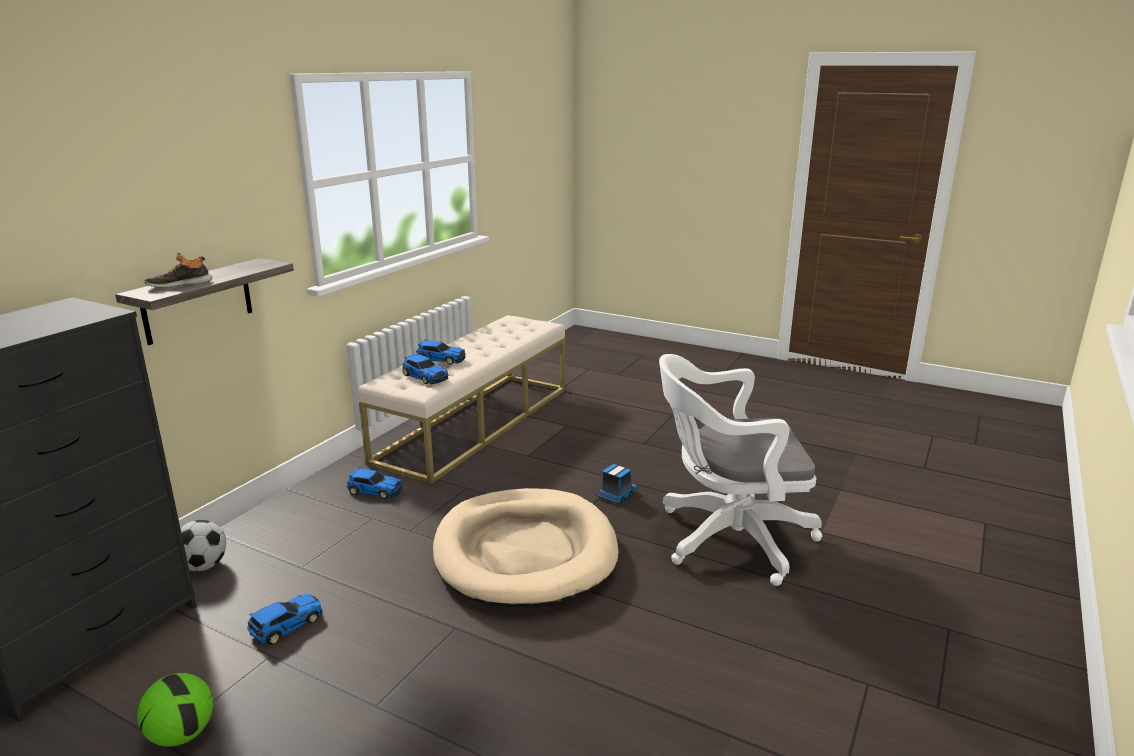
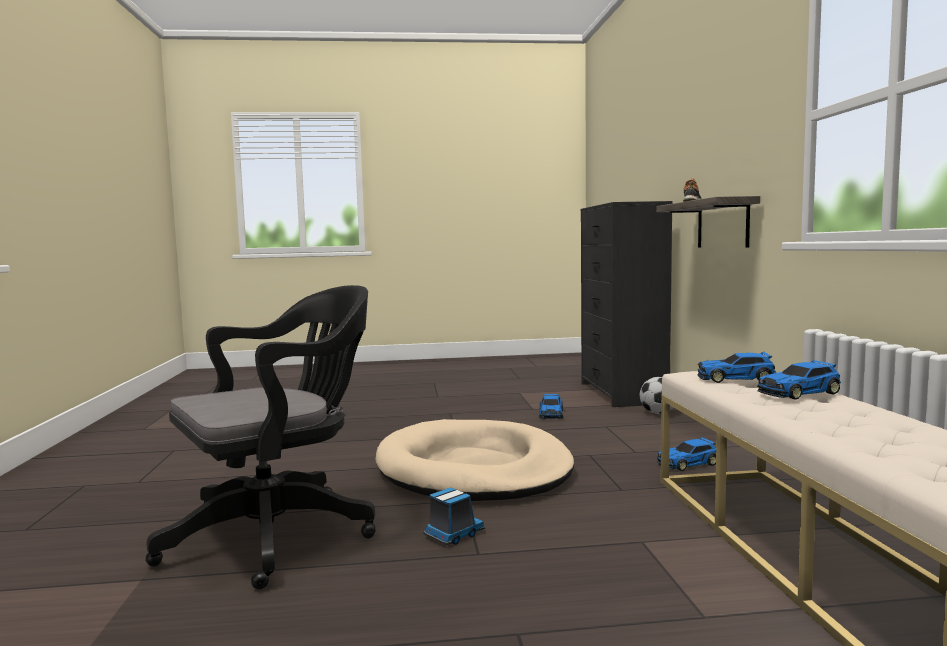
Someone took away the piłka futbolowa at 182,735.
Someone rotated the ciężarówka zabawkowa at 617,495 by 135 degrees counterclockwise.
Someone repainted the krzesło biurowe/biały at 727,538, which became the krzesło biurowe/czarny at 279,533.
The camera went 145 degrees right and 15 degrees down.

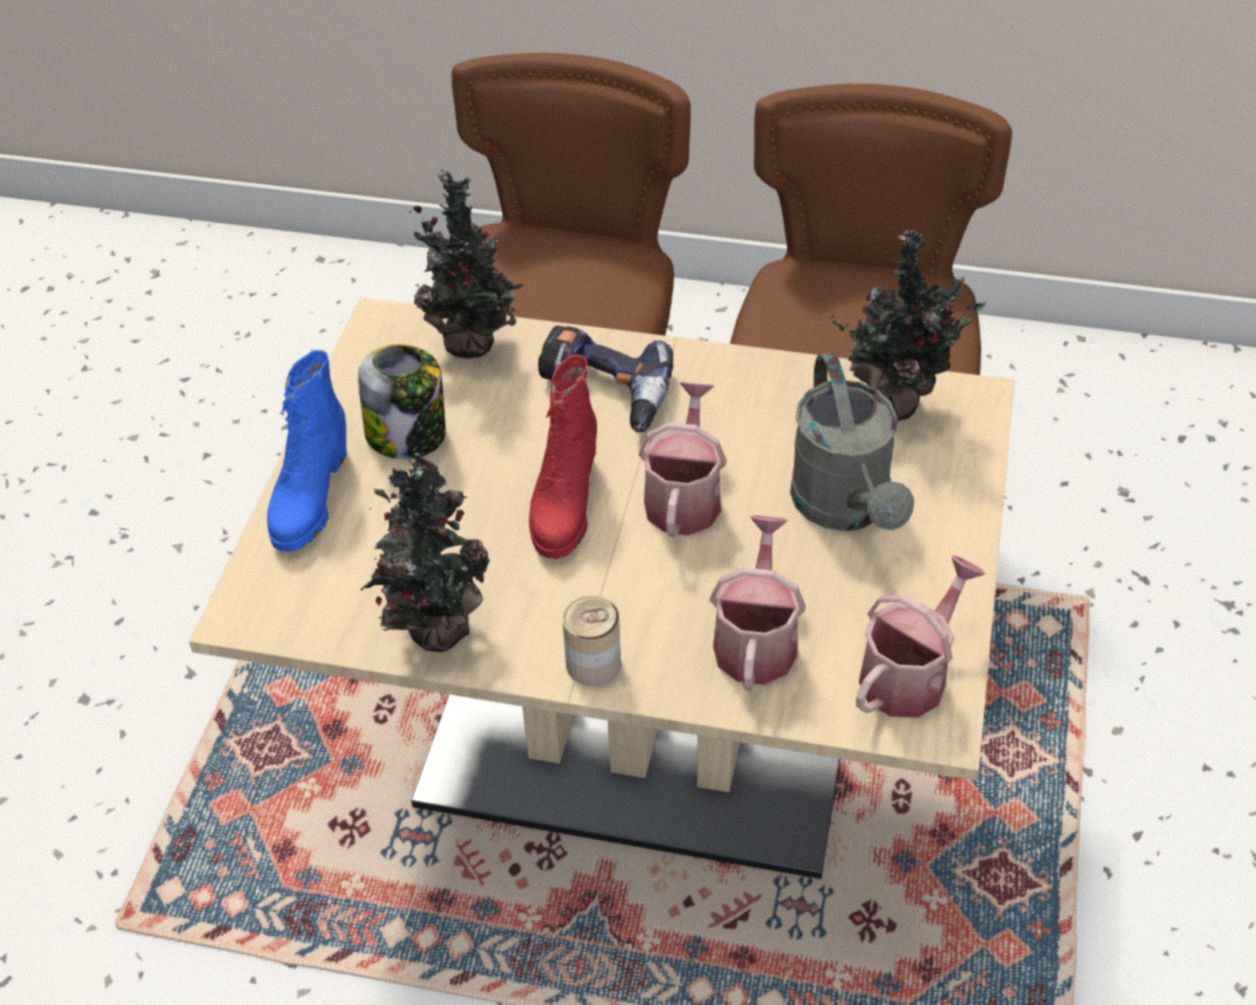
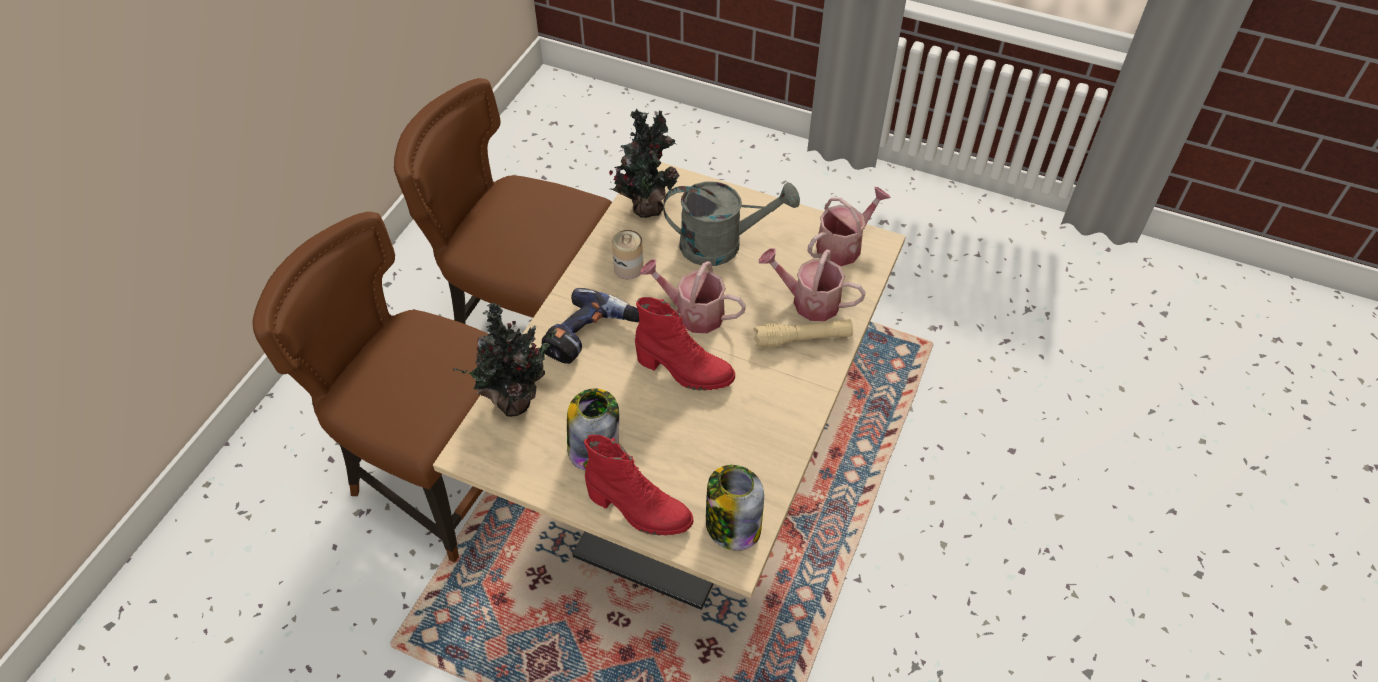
Someone repainted the but z cholewką/niebieski at 310,499, which became the but z cholewką/czerwony at 638,511.
Someone took away the roślina doniczkowa at 433,629.
Someone carried the puszka from 593,663 to 628,268.
Someone rotated the konewka at 910,674 by 90 degrees clockwise.
Someone put down the słoik at 732,525.
Someone put down the latarka/beżowy at 803,339.
The camera went 80 degrees left and 5 degrees up.

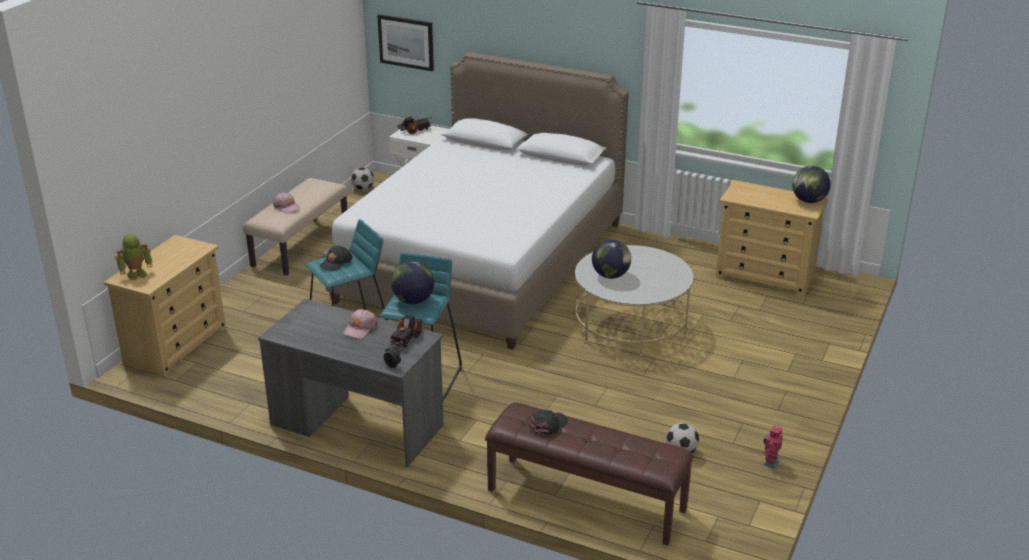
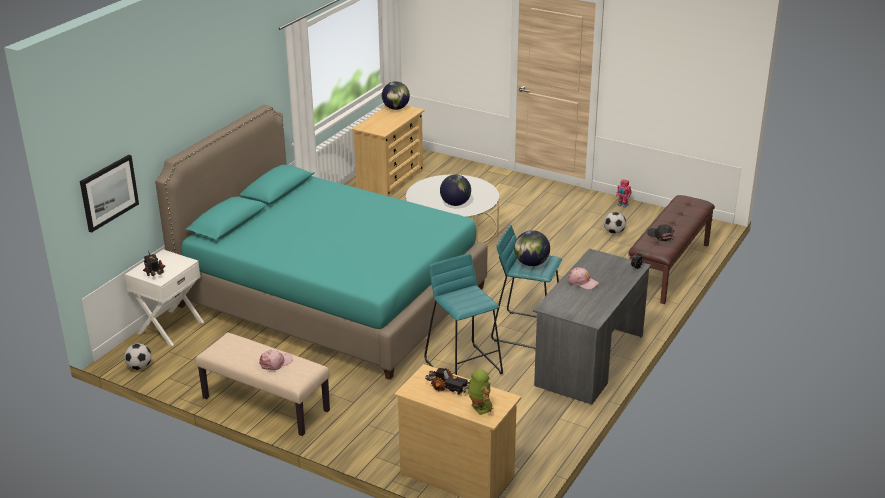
Someone took away the czapka z daszkiem/czarny at 336,263.
Someone repainted the łóżko/biały at 483,261, which became the łóżko/turkusowy at 331,297.
Someone carried the ciężarówka zabawkowa from 405,338 to 448,388.
The camera went 85 degrees left and 0 degrees up.

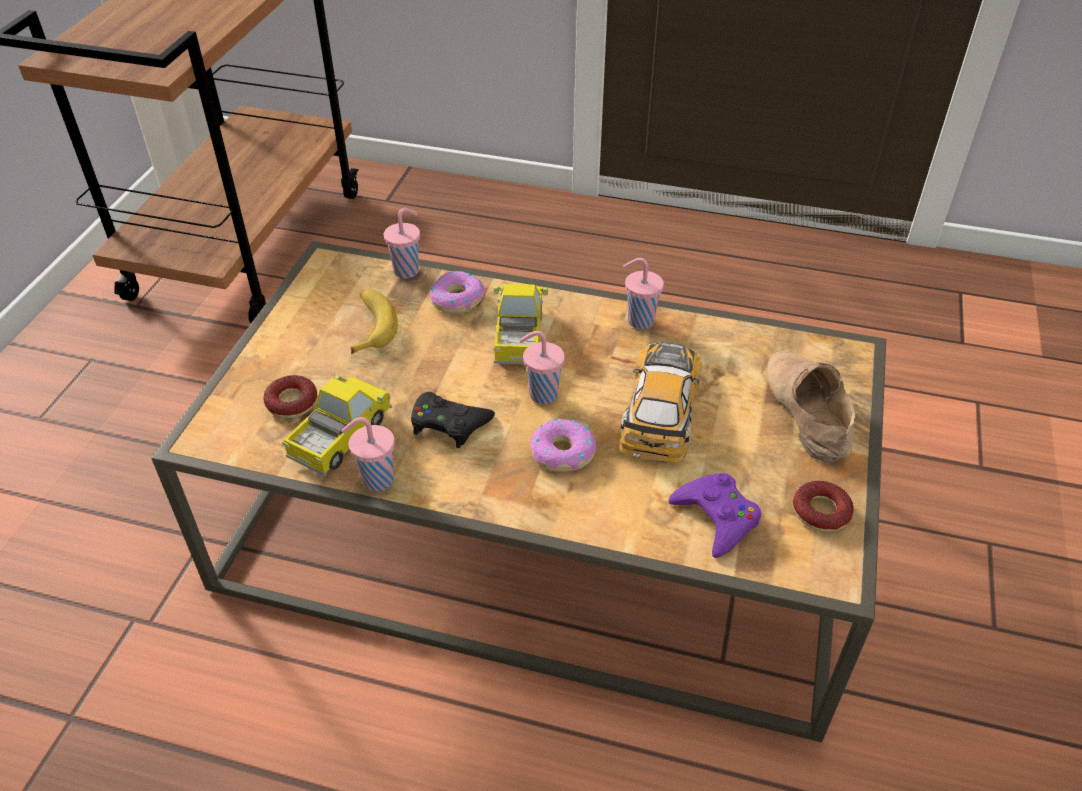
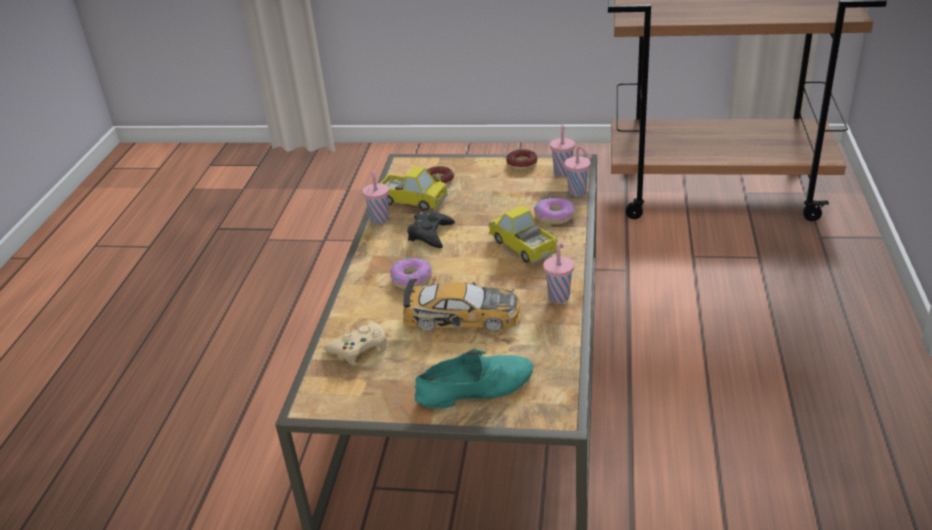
Someone took away the banan at 371,326.
Someone rotated the ciężarówka zabawkowa at 519,336 by 120 degrees counterclockwise.
Someone carried the filiżanka/różowy from 541,394 to 562,172.
Someone repainted the pad do gier/fioletowy at 716,518, which became the pad do gier/beżowy at 359,348.
Someone repainted the but/beżowy at 804,411, which became the but/turkusowy at 474,387.
Someone carried the donut from 821,512 to 521,164.
The camera went 85 degrees right and 10 degrees down.

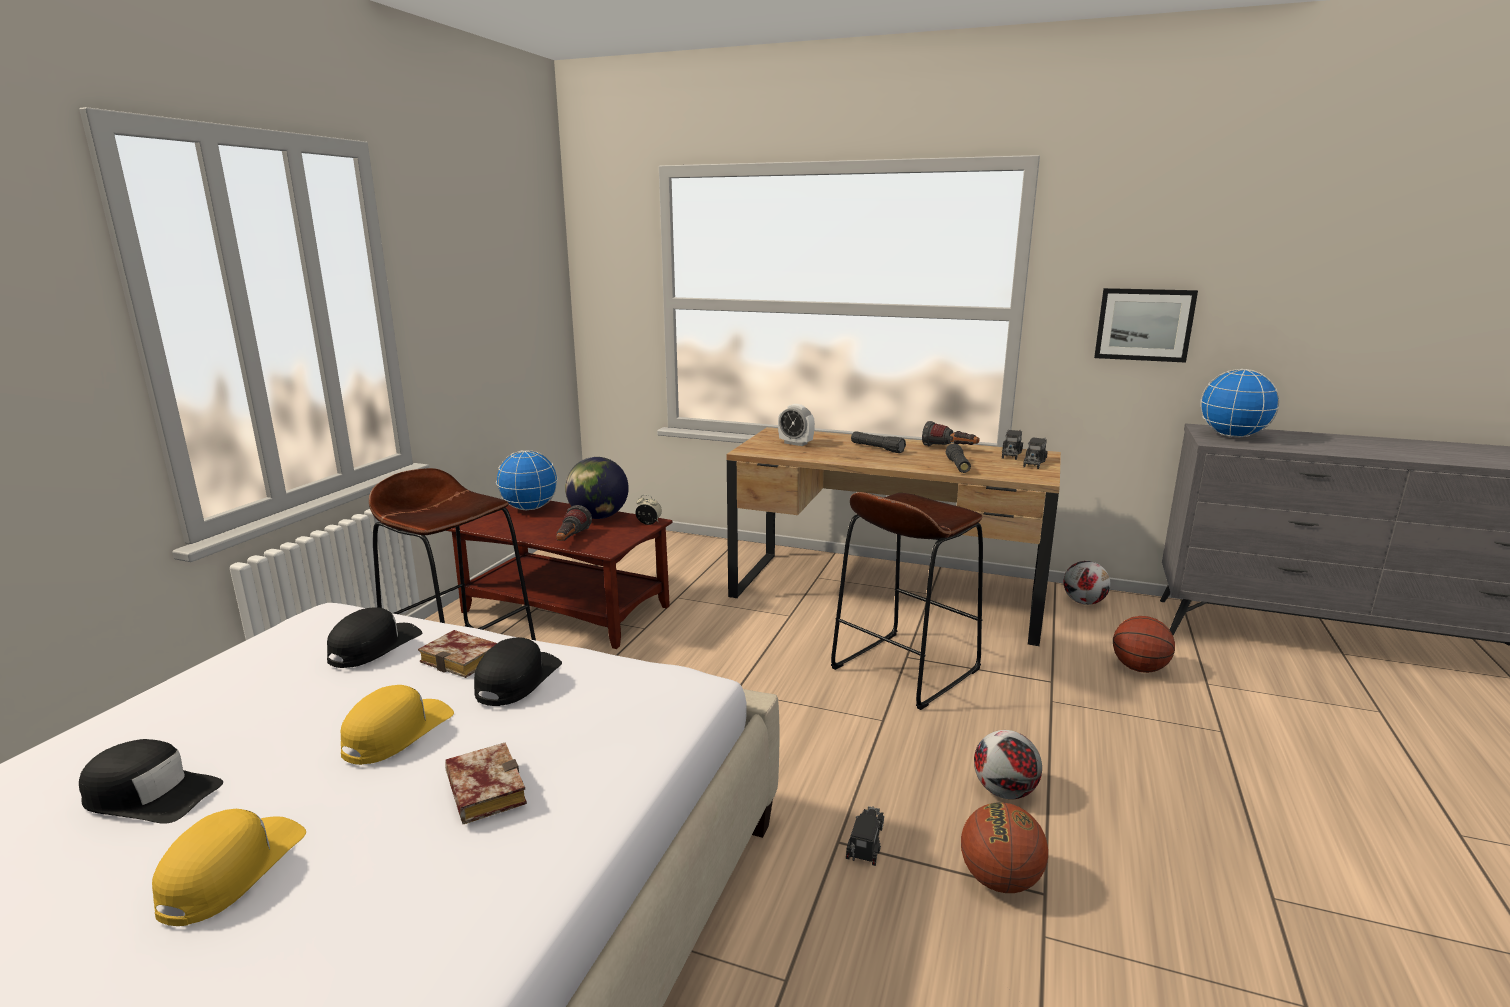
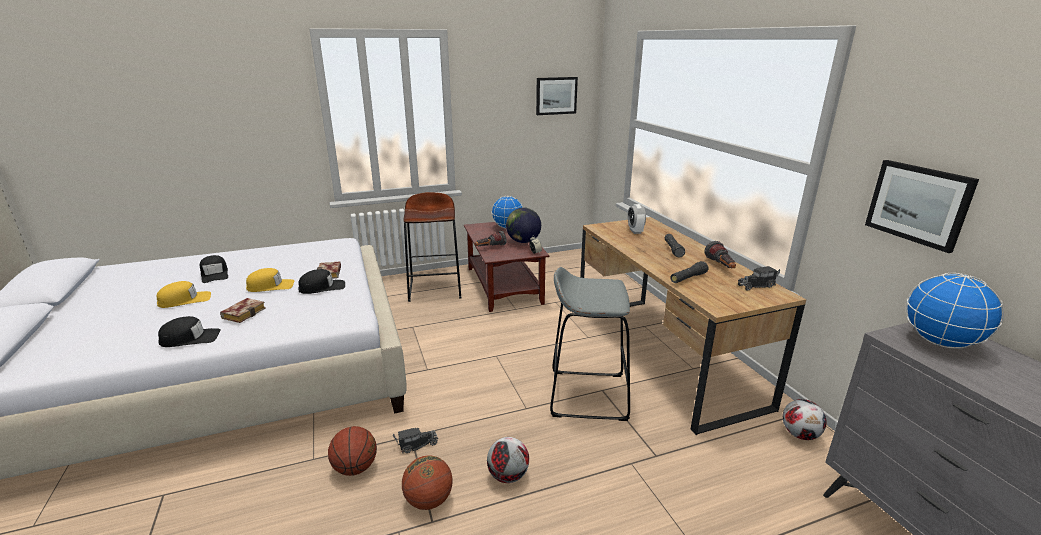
Someone carried the czapka z daszkiem/czarny from 374,646 to 190,338.
Someone repainted the stołek/brązowy at 904,669, which became the stołek/szary at 587,394.
Someone took away the ciężarówka zabawkowa at 1034,462.
Someone carried the piłka do koszykówki from 1139,668 to 355,468.
Someone put up the obraz at 556,95.
The camera went 50 degrees right and 5 degrees up.

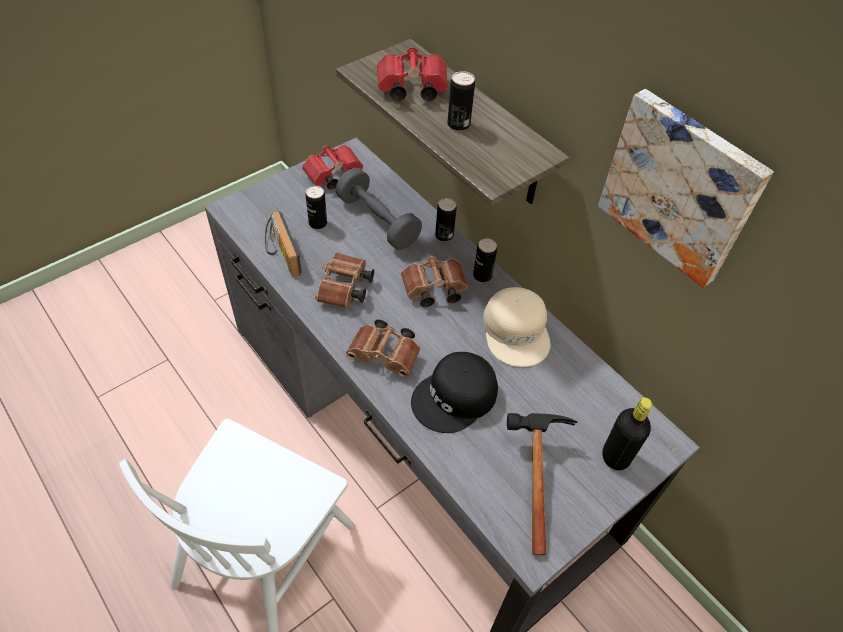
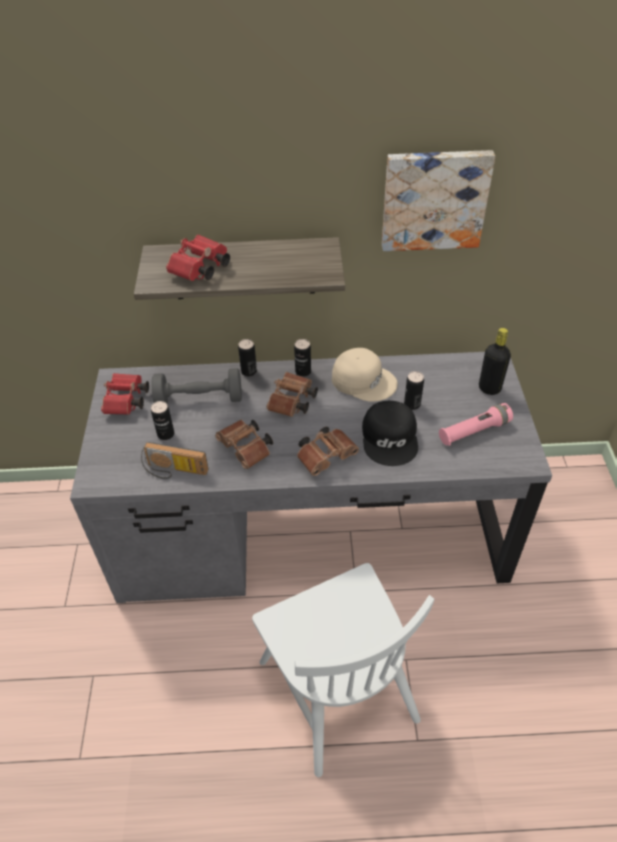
Someone carried the puszka from 458,124 to 412,404.
Someone swapped the młotek at 532,473 for the latarka/różowy at 474,431.
The camera went 50 degrees left and 5 degrees down.

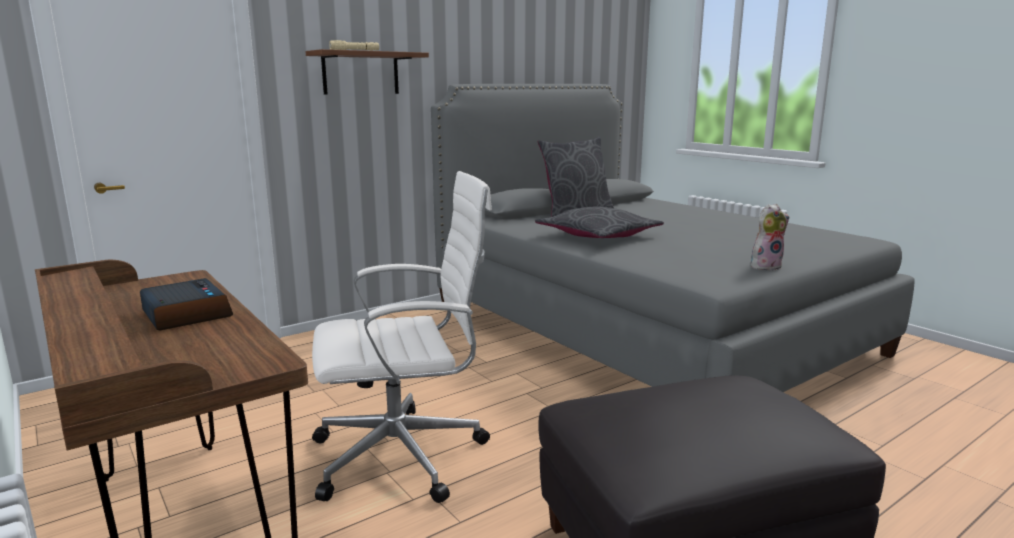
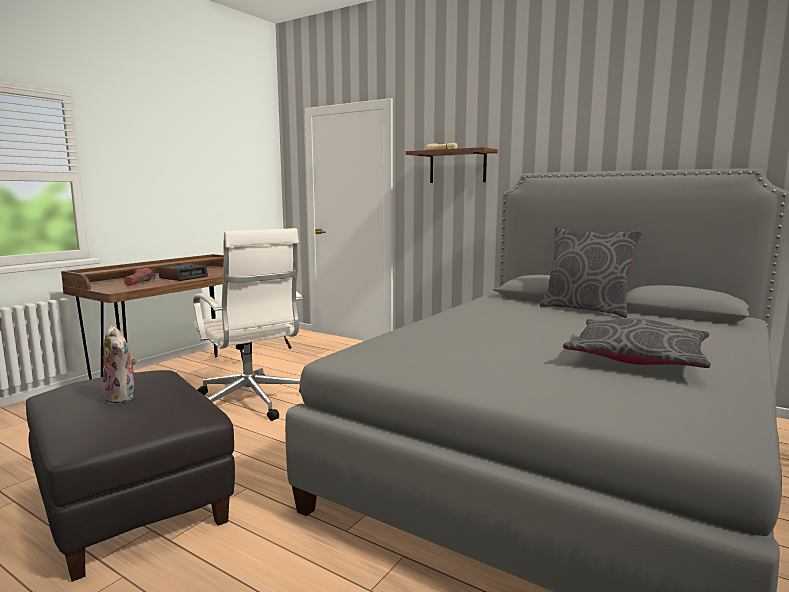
Someone carried the poduszka/szary from 598,236 to 637,358.
Someone carried the pluszak from 765,266 to 122,397.
Someone put down the latarka at 140,283.
The camera went 70 degrees right and 5 degrees down.

